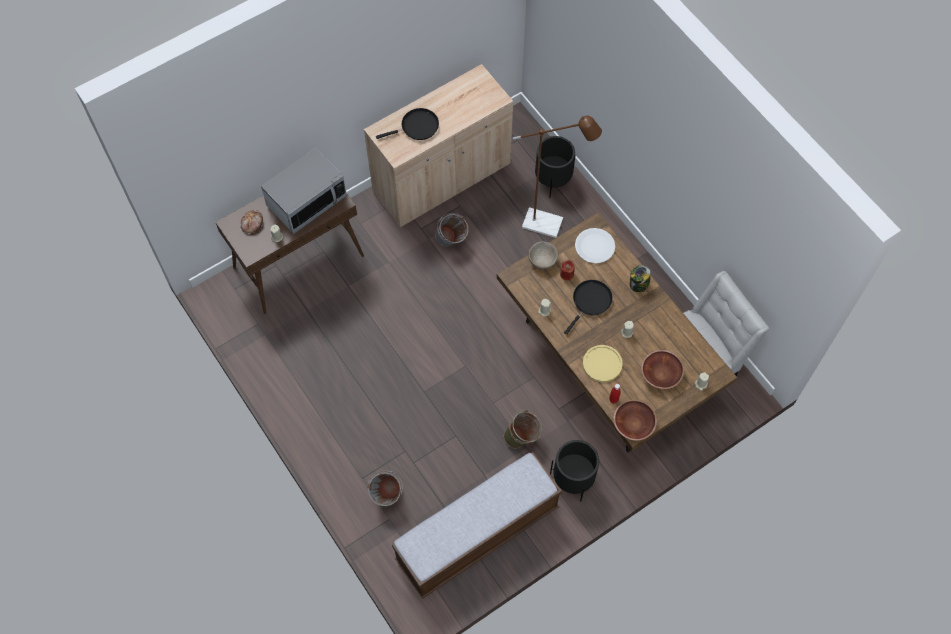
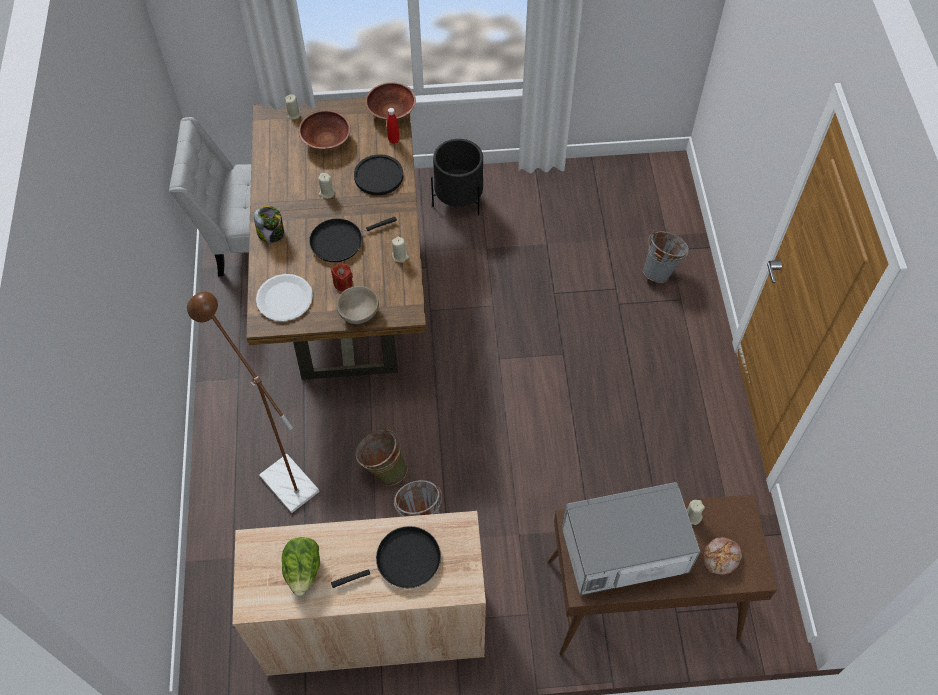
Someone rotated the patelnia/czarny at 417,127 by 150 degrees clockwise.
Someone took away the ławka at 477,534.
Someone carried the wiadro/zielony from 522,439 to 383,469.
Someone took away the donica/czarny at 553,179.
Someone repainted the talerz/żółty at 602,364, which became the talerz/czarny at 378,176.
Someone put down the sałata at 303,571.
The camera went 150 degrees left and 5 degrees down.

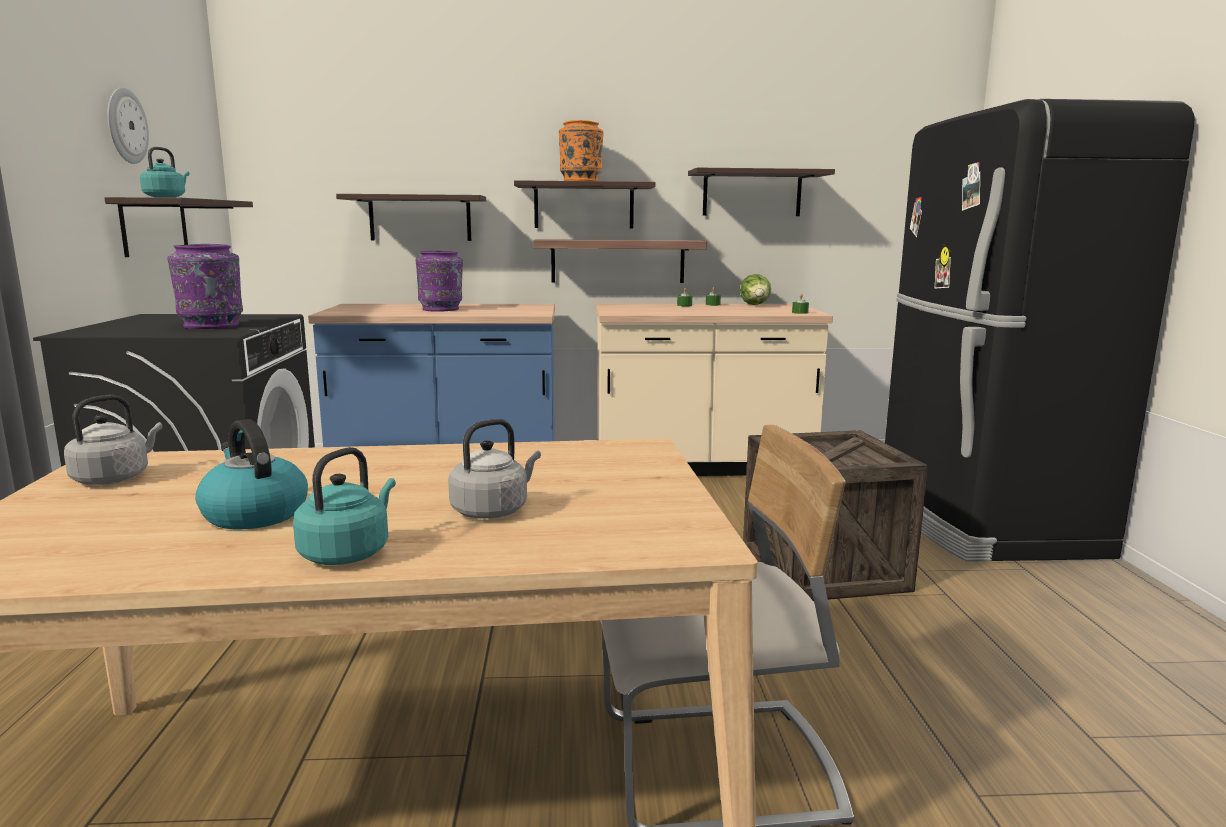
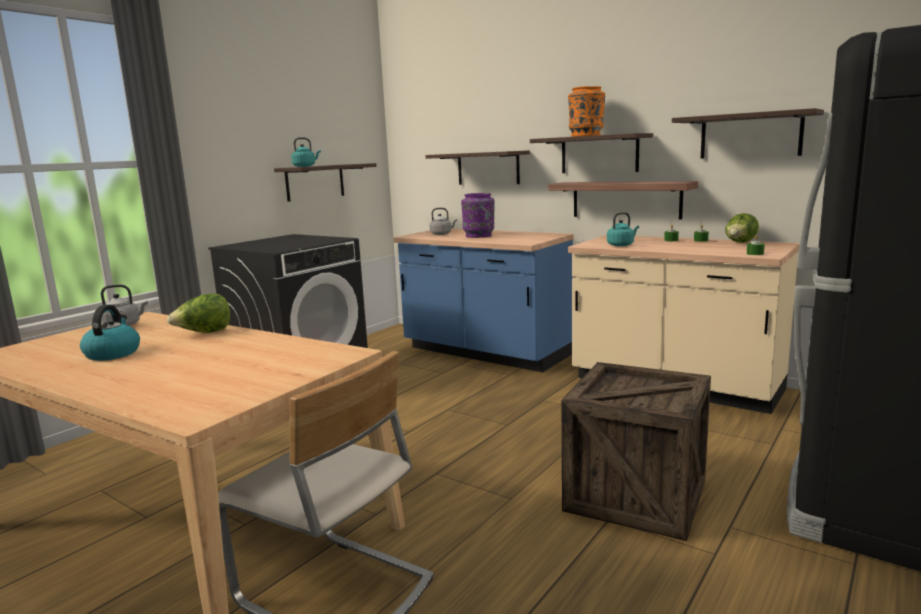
Someone took away the zegar ścienny at 126,126.
Someone took away the wazon/fioletowy at 211,326.
Someone carried the czajnik/turkusowy from 348,553 to 621,245.
Someone carried the czajnik/szary from 493,510 to 442,234.
Someone put down the sałata at 204,333.
The camera went 40 degrees right and 0 degrees up.

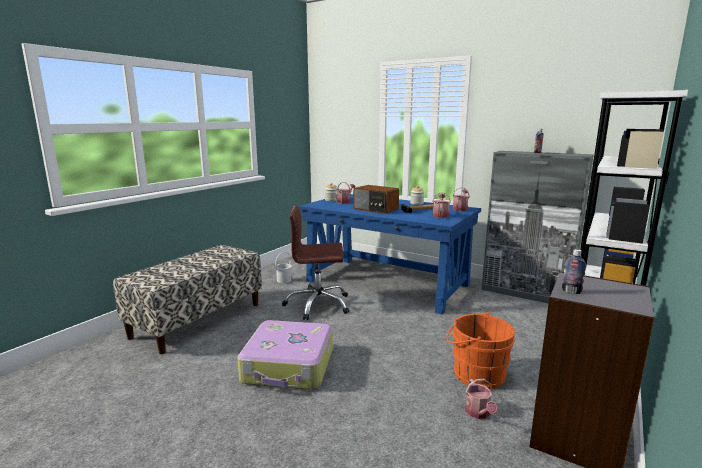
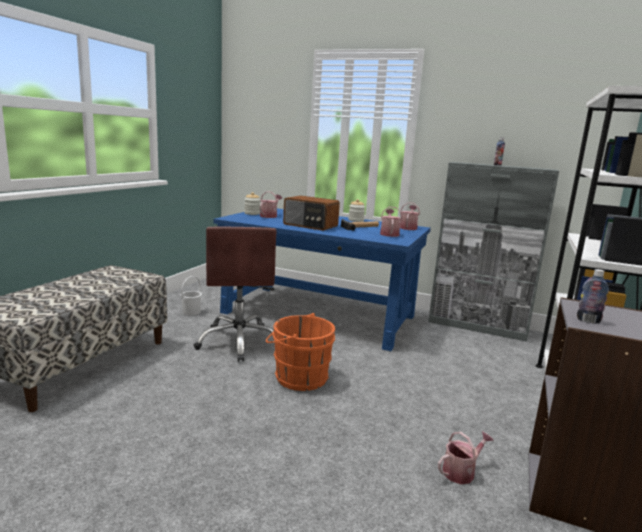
Someone took away the walizka at 289,366.
Someone rotated the krzesło biurowe/brązowy at 318,305 by 90 degrees counterclockwise.
Someone carried the wiadro/pomarańczowy from 475,374 to 298,377.
Someone rotated the konewka at 479,413 by 105 degrees counterclockwise.
The camera went 10 degrees left and 0 degrees up.

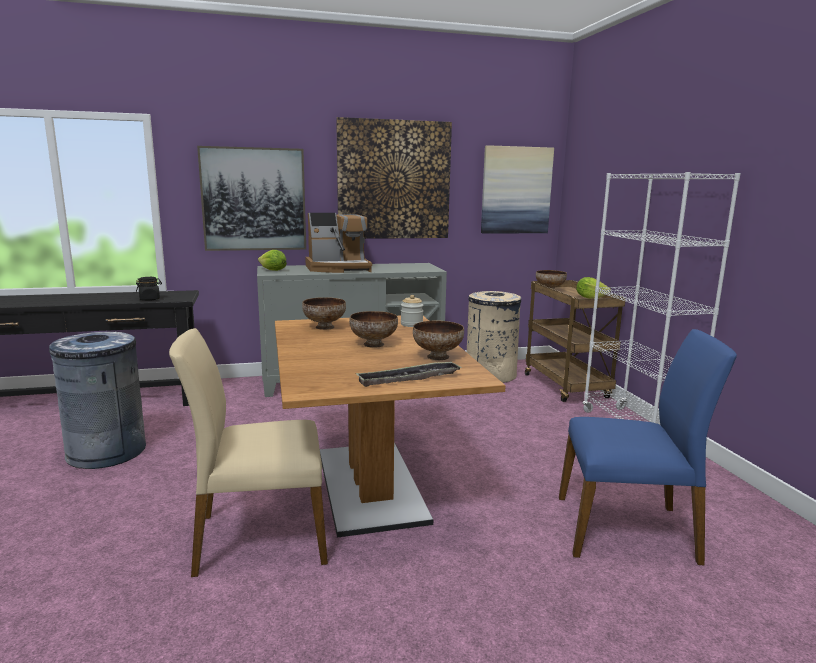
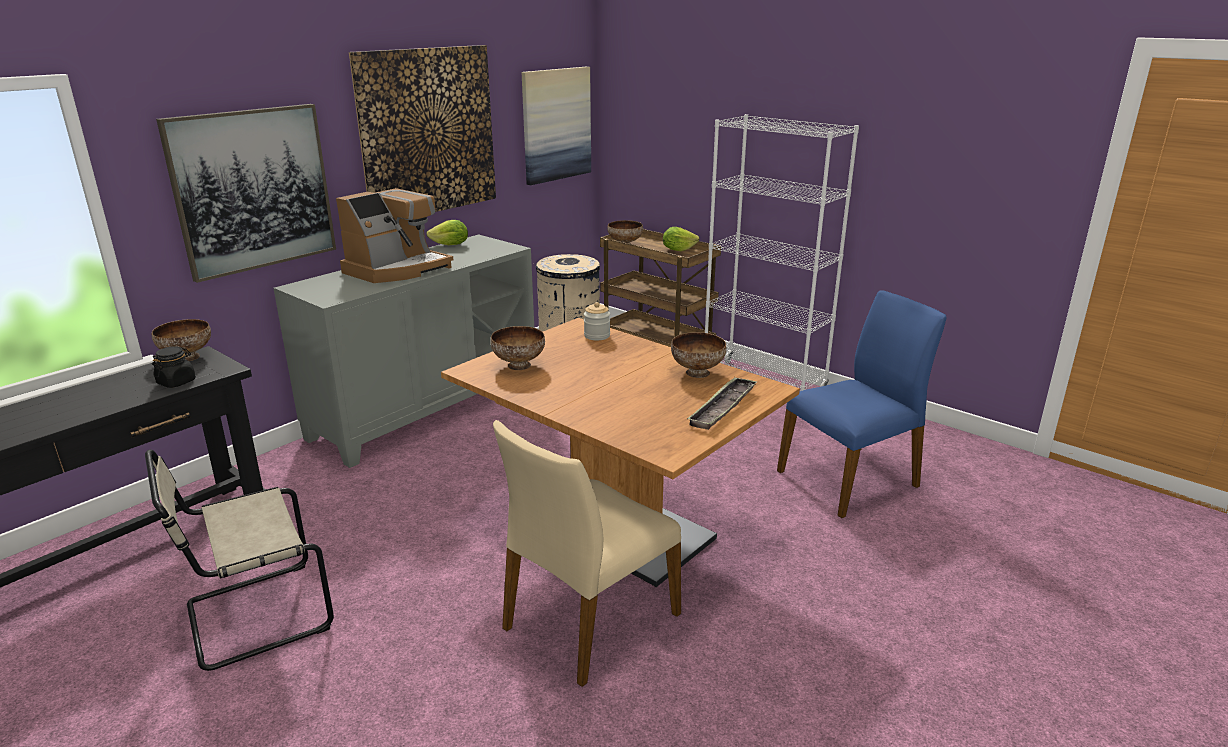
Someone swapped the kosz na śmieci/szary at 107,452 for the krzesło/beżowy at 253,617.
Someone carried the sałata from 273,270 to 450,245.
Someone carried the miska from 373,344 to 186,358.
The camera went 35 degrees left and 10 degrees up.

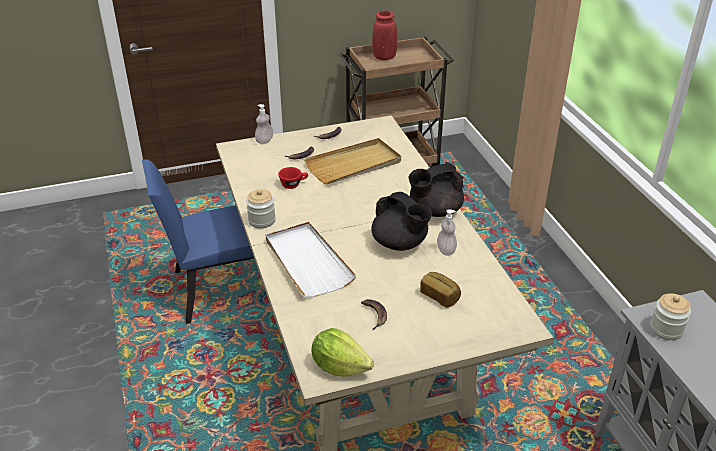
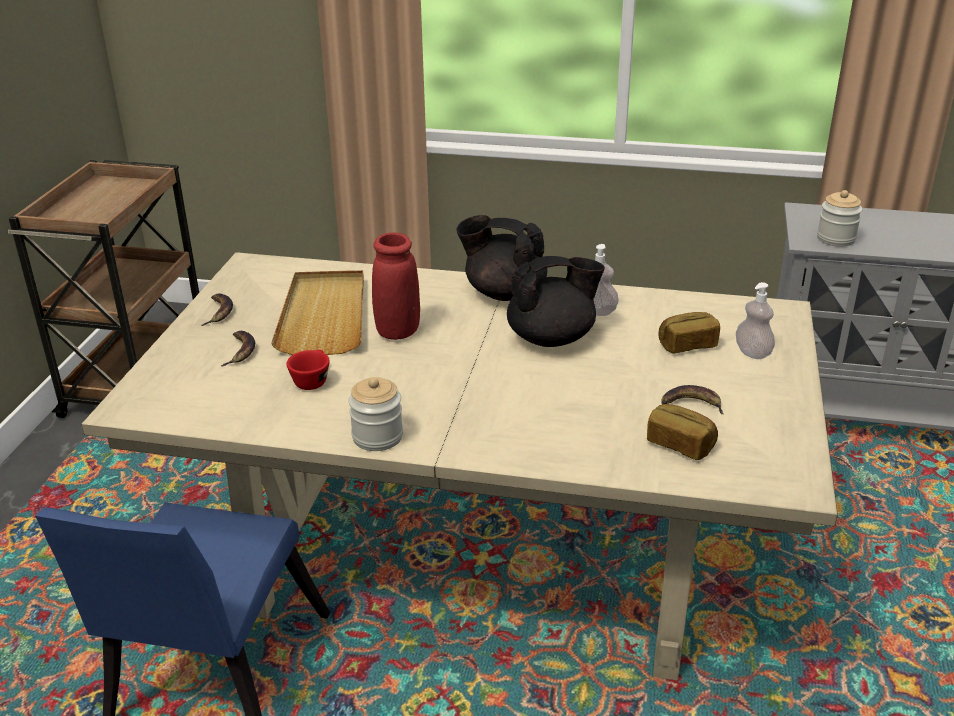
Someone carried the dozownik mydła from 264,141 to 752,353.
Someone took away the taca/biały at 307,262.
Someone took away the sałata at 339,366.
Someone carried the wazon/czerwony from 384,57 to 398,331.
Someone rotated the imbryk/czarny at 434,210 by 105 degrees clockwise.
Someone put down the chleb at 680,444.
The camera went 60 degrees left and 5 degrees down.

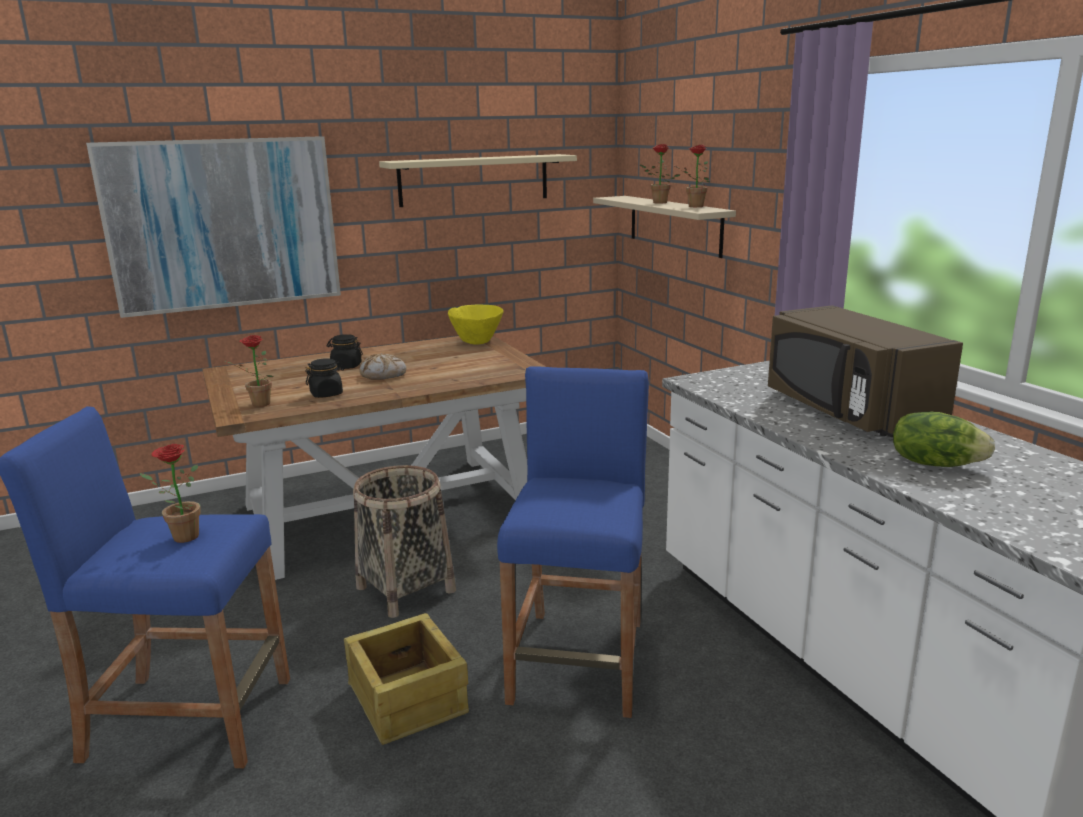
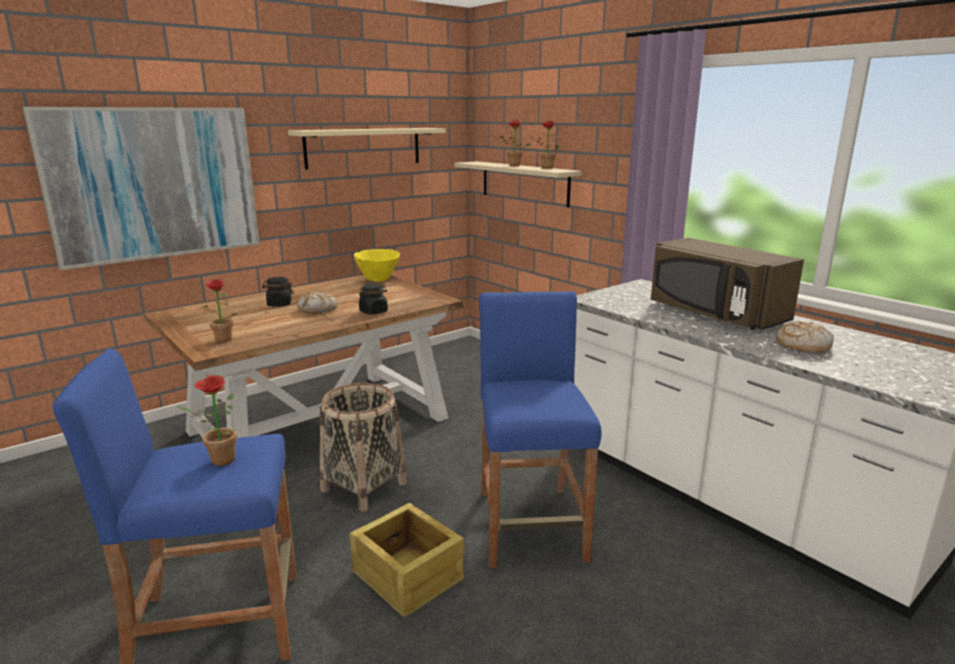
Someone carried the słoik/czarny from 326,394 to 373,312.
Someone swapped the sałata at 934,463 for the chleb at 802,346.
The camera went 15 degrees left and 0 degrees up.

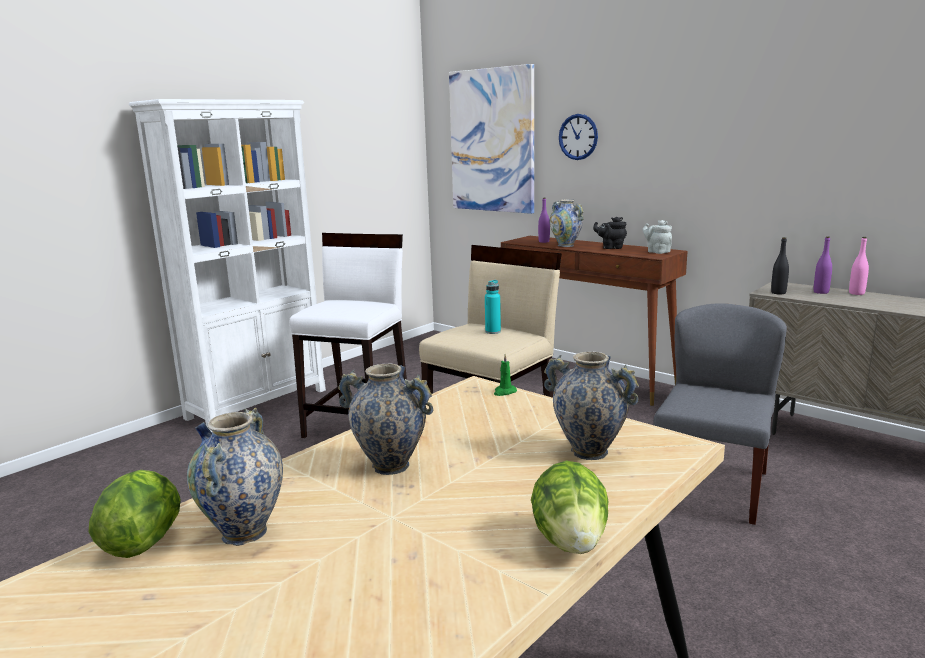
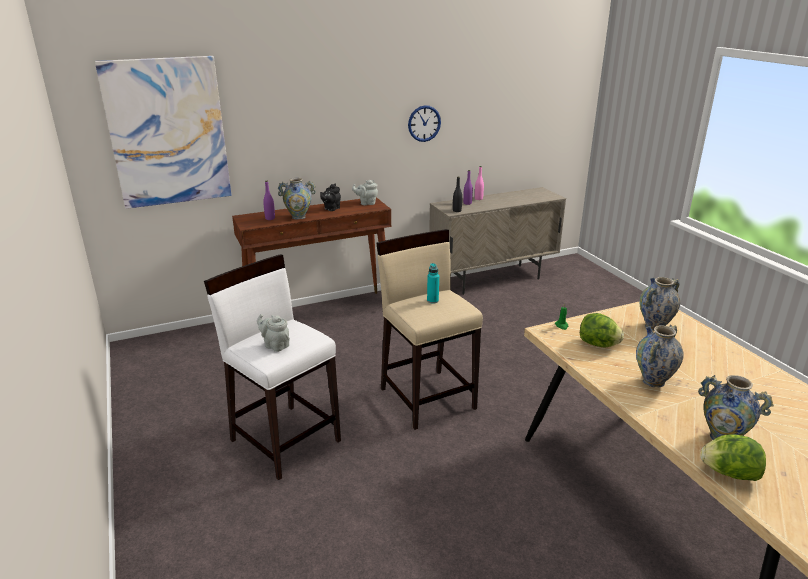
Someone took away the regał/biały at 258,403.
Someone carried the sałata from 570,541 to 598,344.
Someone carried the zegar ścienny from 578,137 to 424,123.
Someone took away the krzesło/szary at 711,486.
Someone put down the imbryk/szary at 275,345.
The camera went 65 degrees left and 10 degrees up.

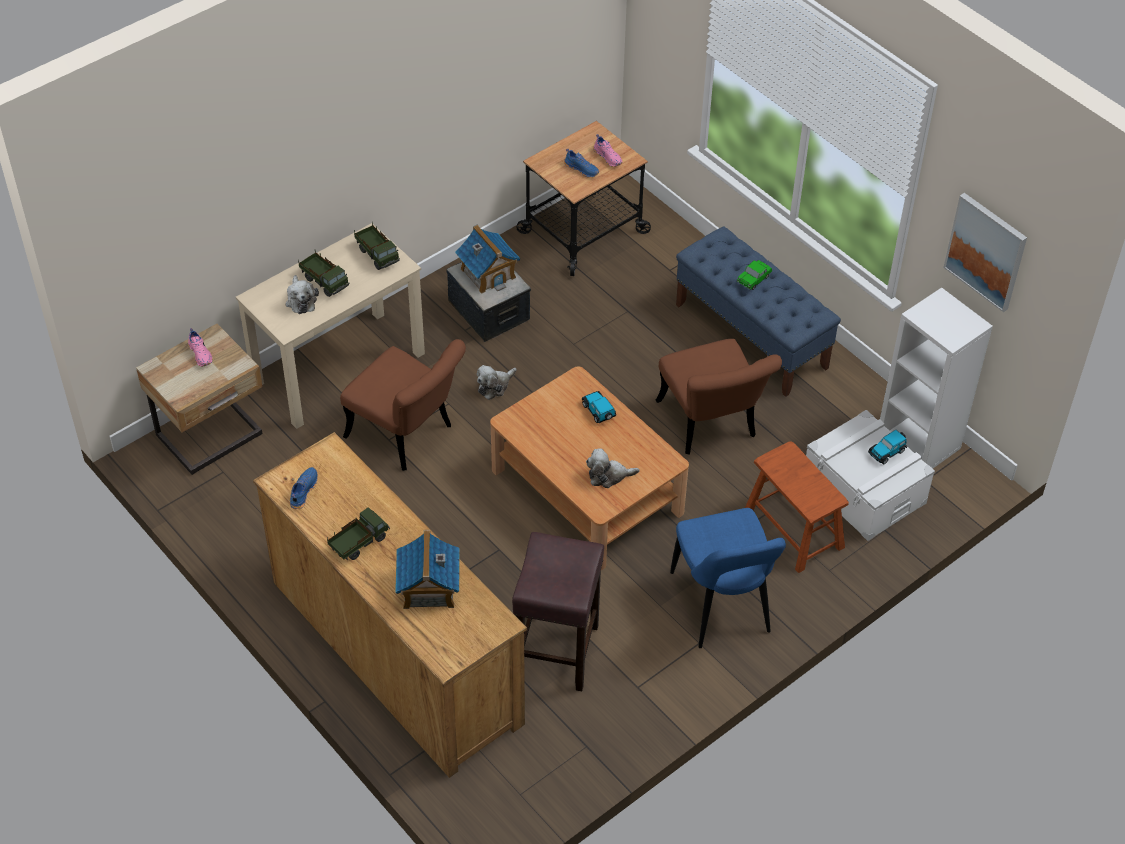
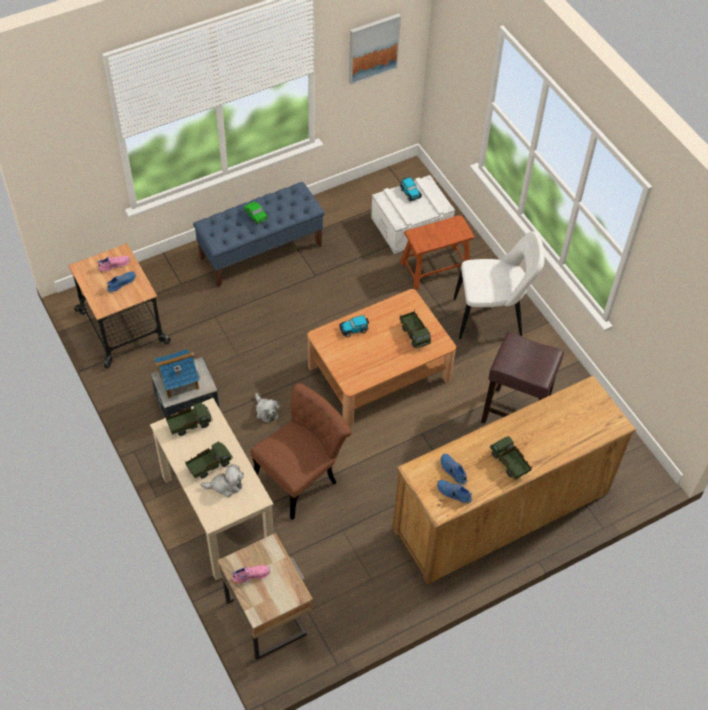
Someone took away the domek at 428,588.
Someone swapped the pluszak at 608,476 for the ciężarówka zabawkowa at 414,334.
Someone took away the krzesło/brązowy at 711,426.
Someone repainted the krzesło/niebieski at 722,607, which became the krzesło/biały at 491,318.
Someone took away the regał/biały at 919,442.
Someone put down the but/niebieski at 452,471.
The camera went 80 degrees left and 5 degrees up.

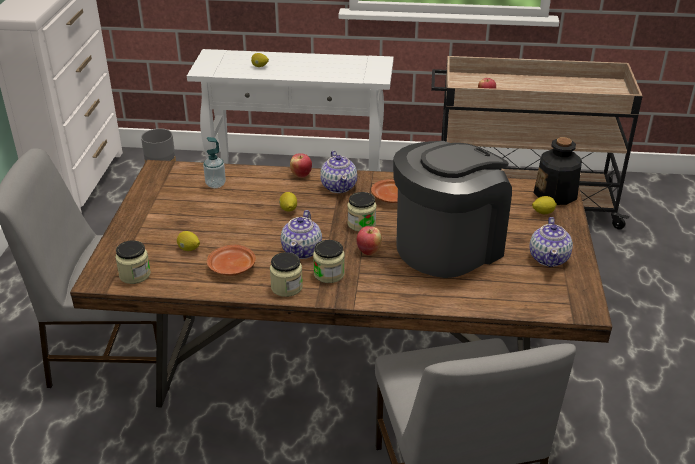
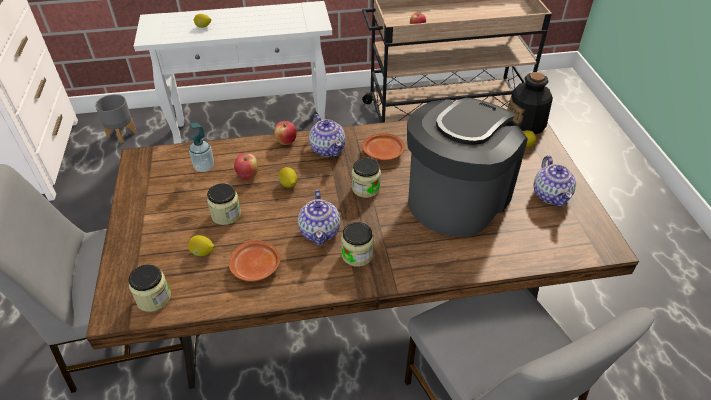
Someone carried the słoik from 286,287 to 226,214.
Someone carried the jabłko from 368,251 to 247,175.
The camera went 15 degrees left and 10 degrees up.

